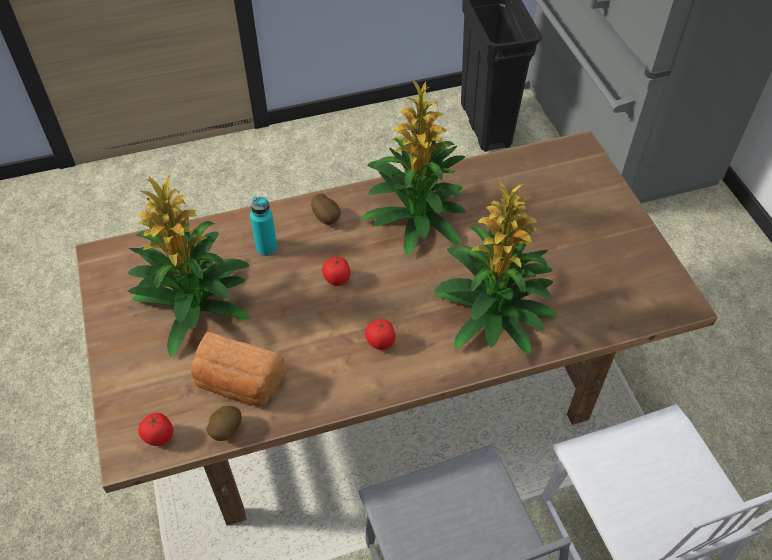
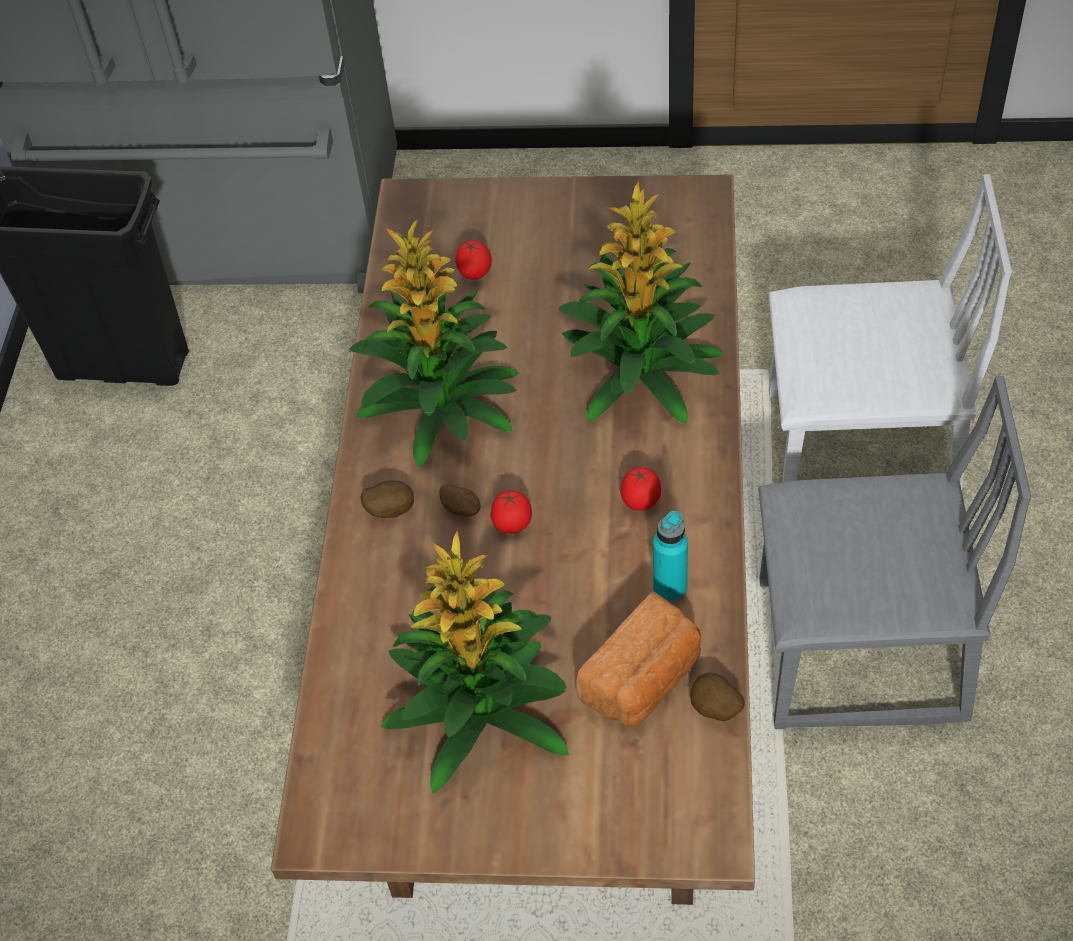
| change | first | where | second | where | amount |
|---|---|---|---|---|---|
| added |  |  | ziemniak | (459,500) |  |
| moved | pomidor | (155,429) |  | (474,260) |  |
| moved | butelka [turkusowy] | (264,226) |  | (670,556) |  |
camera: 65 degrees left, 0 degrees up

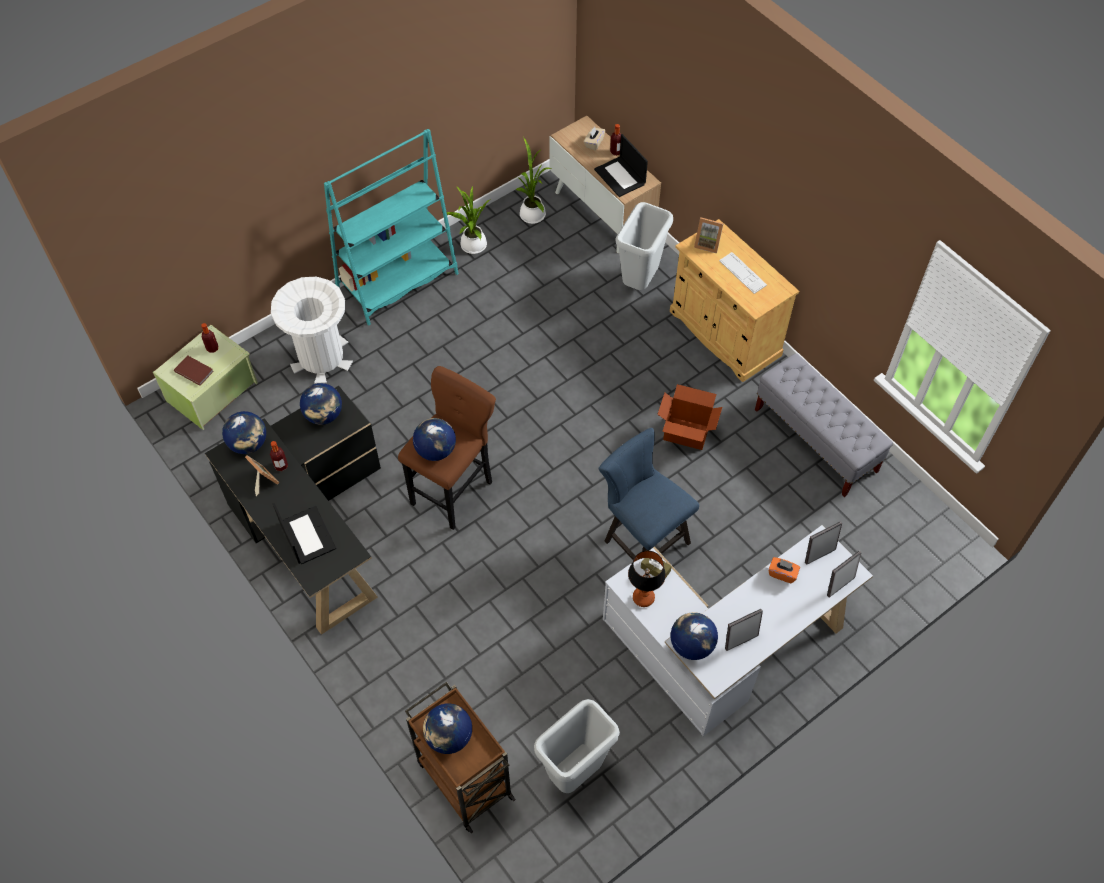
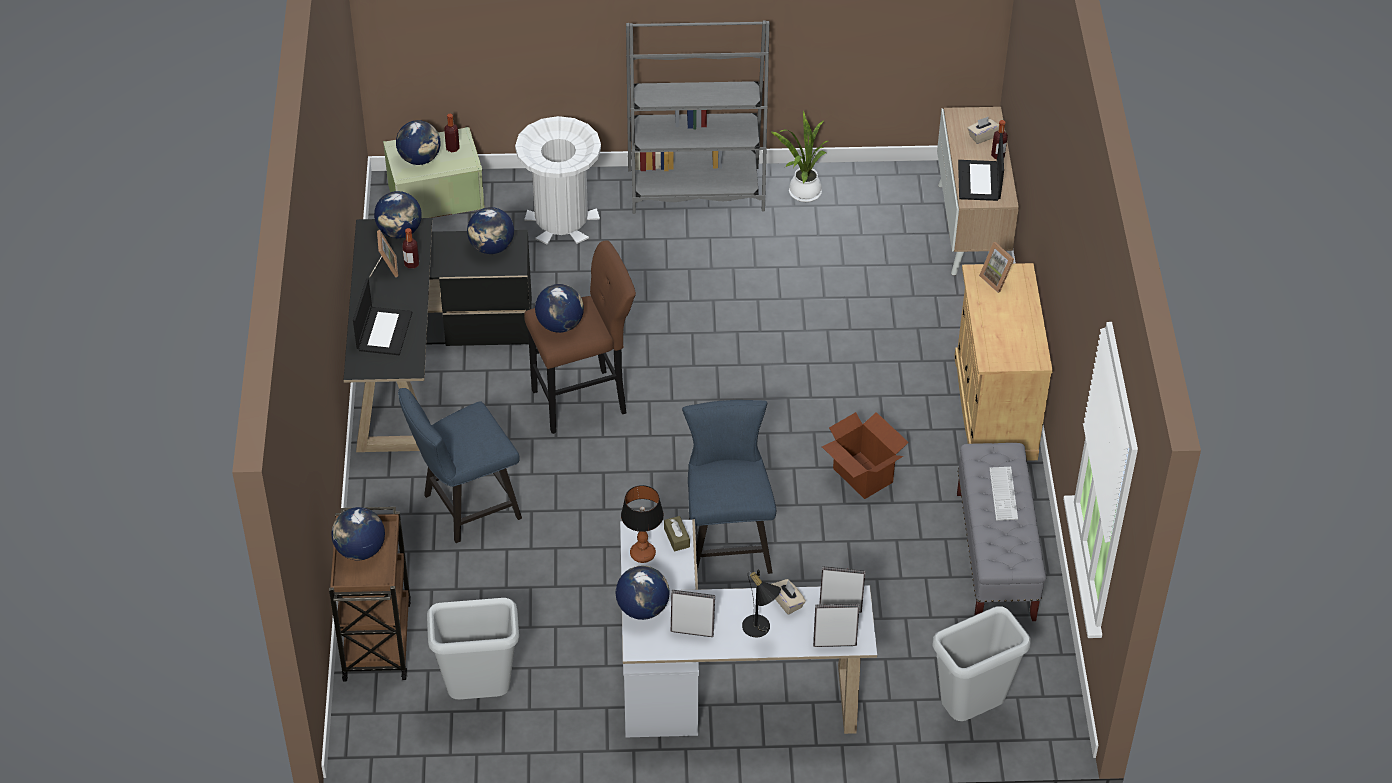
| change | first | where | second | where | amount |
|---|---|---|---|---|---|
| replaced | książka [brązowy] | (194,370) | globus | (418,142) |  |
| added |  |  | krzesło [niebieski] | (460,465) |  |
| recoloured | regał [turkusowy] | (391,227) | regał [szary] | (698,117) |  |
| added |  |  | lampa stołowa [czarny] | (761,603) |  |
| recoloured | pudełko chusteczek [pomarańczowy] | (784,570) | pudełko chusteczek [beżowy] | (789,597) |  |
| moved | kosz na śmieci [szary] | (644,246) |  | (982,663) |  |
| moved | klawiatura | (743,273) |  | (1003,494) |  |
| removed | roślina doniczkowa | (533,181) |  |  |  |
camera: 35 degrees right, 10 degrees down

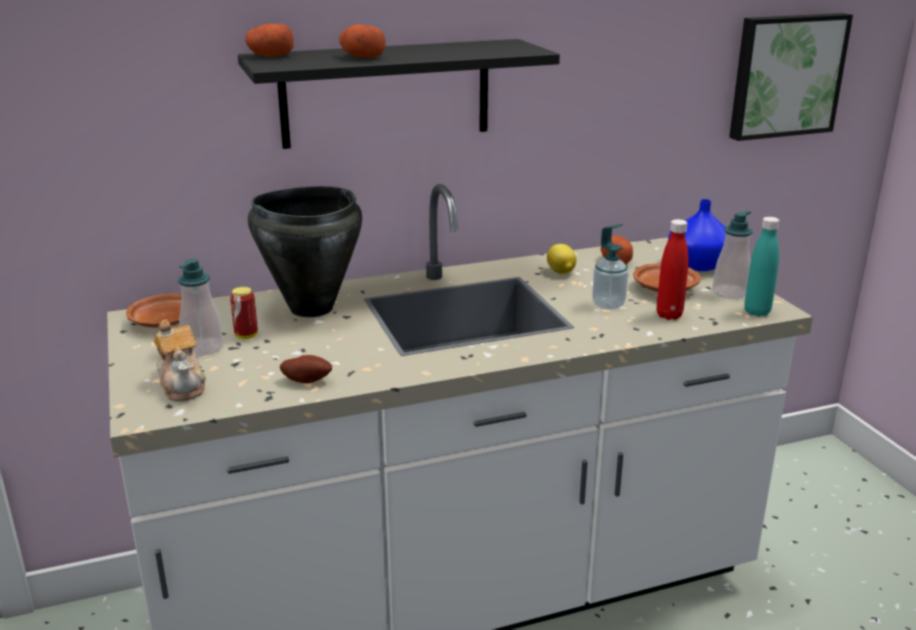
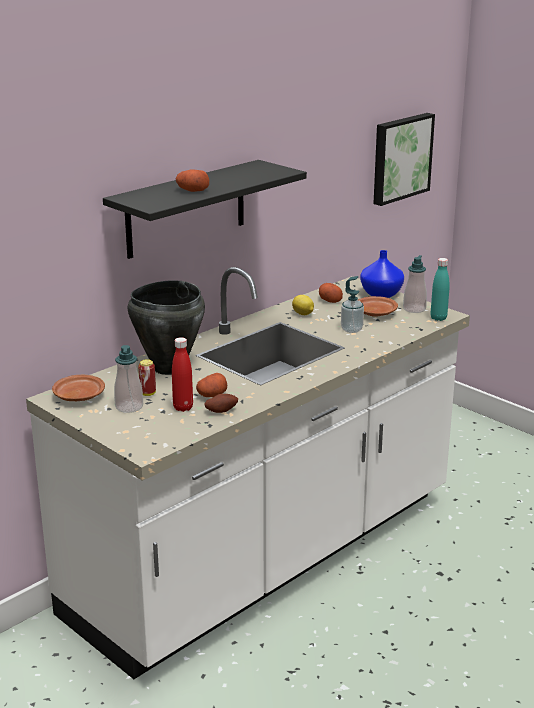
| change | first | where | second | where | amount |
|---|---|---|---|---|---|
| moved | butelka [czerwony] | (672,269) |  | (182,374) |  |
| moved | ziemniak | (269,40) |  | (211,385) |  |
| removed | imbryk | (180,360) |  |  |  |
camera: 25 degrees left, 0 degrees up

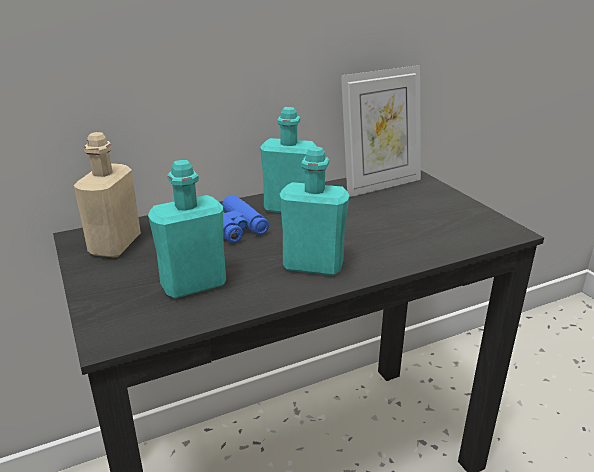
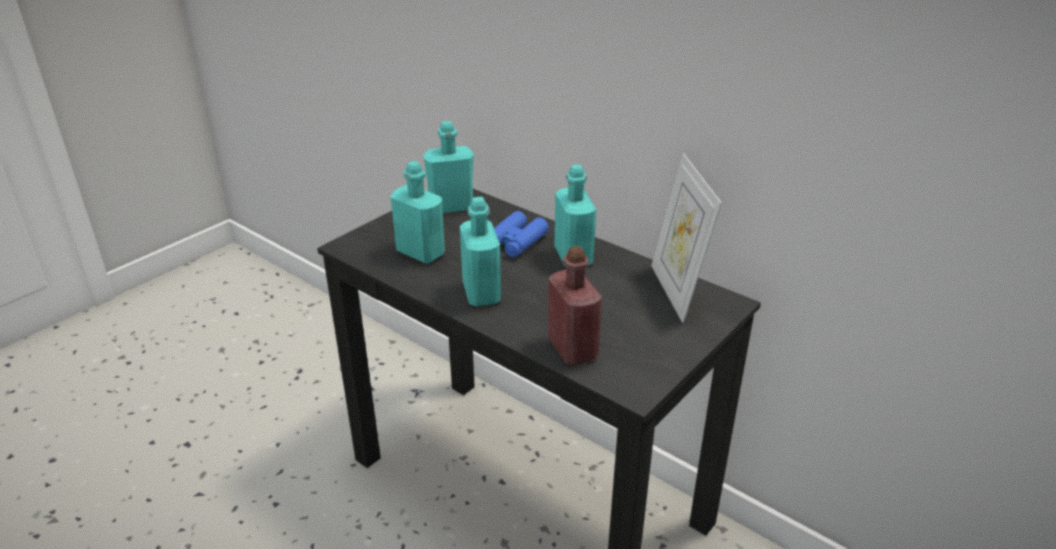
| change | first | where | second | where | amount |
|---|---|---|---|---|---|
| recoloured | butelka [beżowy] | (107,195) | butelka [turkusowy] | (448,167) |  |
| added |  |  | butelka [czerwony] | (575,305) |  |
| turned | ramka na zdjęcie | (381,131) |  | (686,238) | 45 degrees clockwise |
camera: 65 degrees right, 5 degrees up

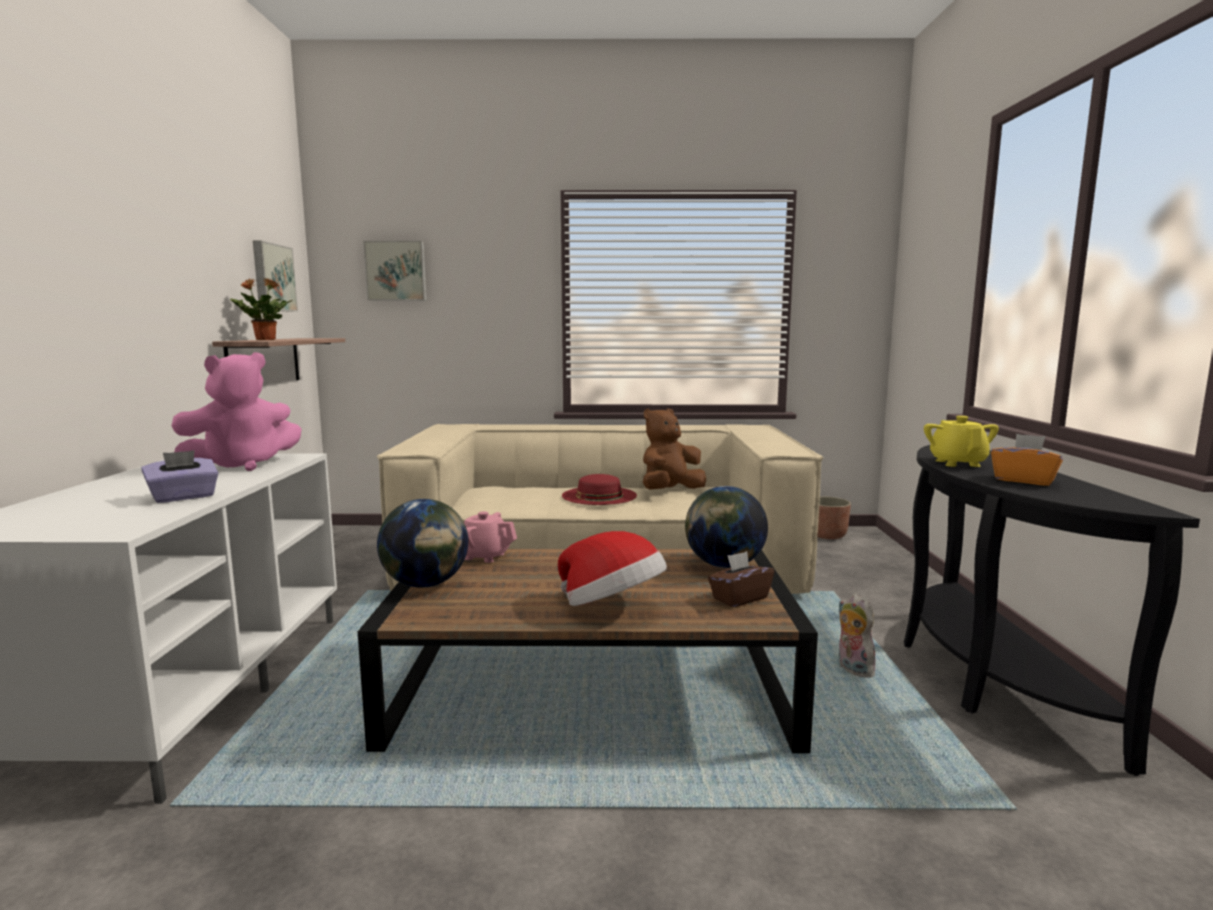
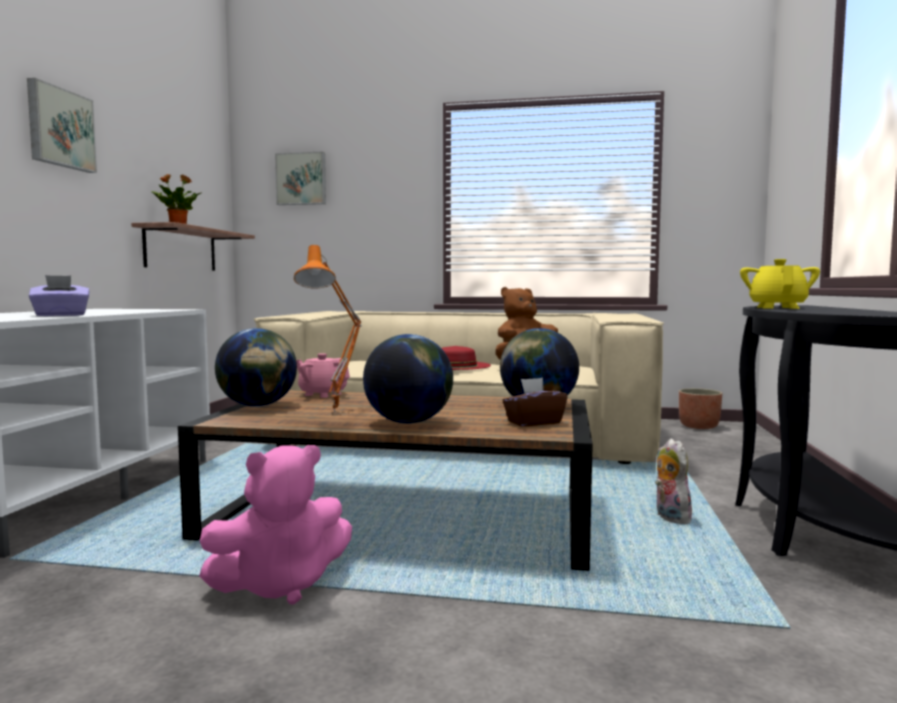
| change | first | where | second | where | amount |
|---|---|---|---|---|---|
| moved | obraz | (275,276) |  | (62,125) |  |
| moved | pluszak [różowy] | (236,411) |  | (275,525) |  |
| added |  |  | lampa stołowa [pomarańczowy] | (328,329) |  |
| replaced | kapelusz | (612,568) | globus | (408,379) |  |
| removed | pudełko chusteczek [pomarańczowy] | (1027,460) |  |  |  |
camera: 10 degrees right, 5 degrees down

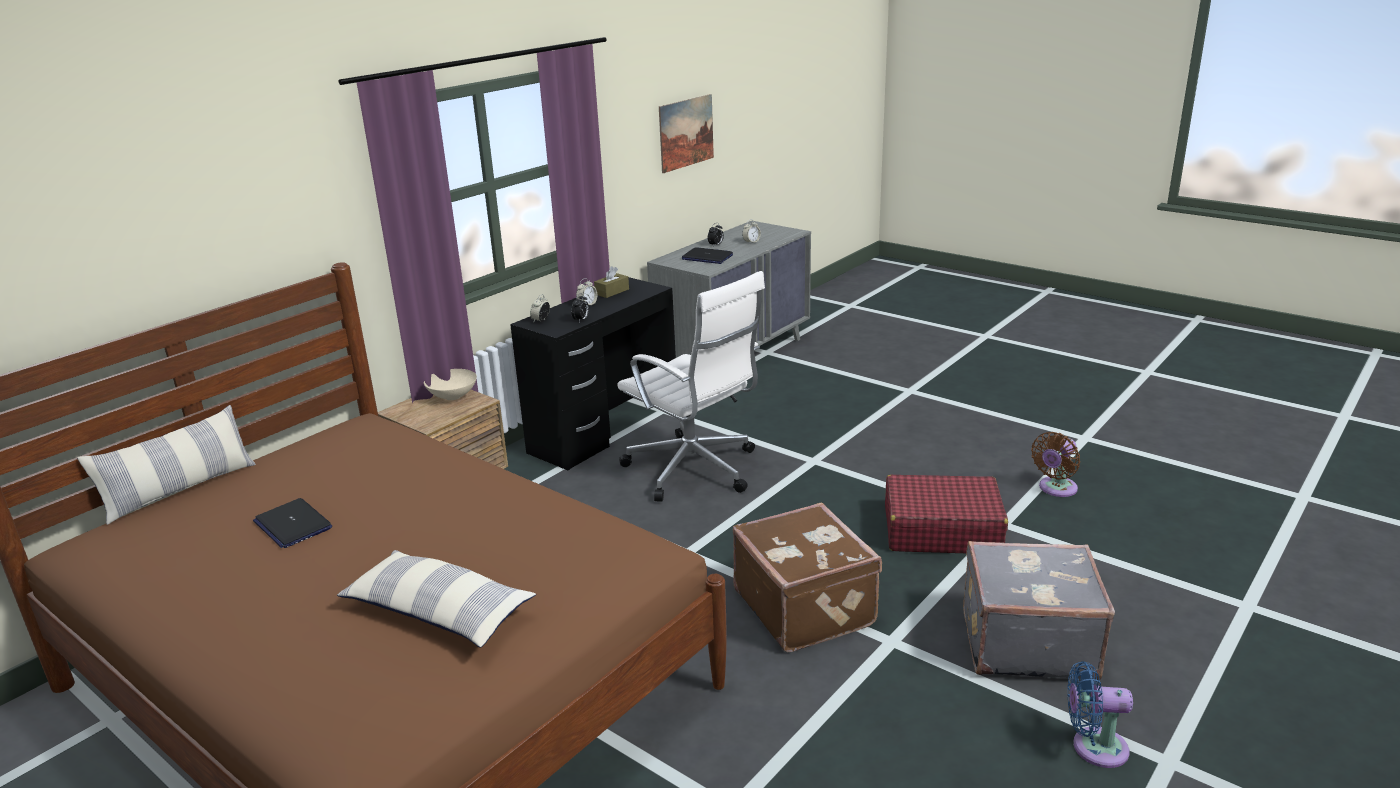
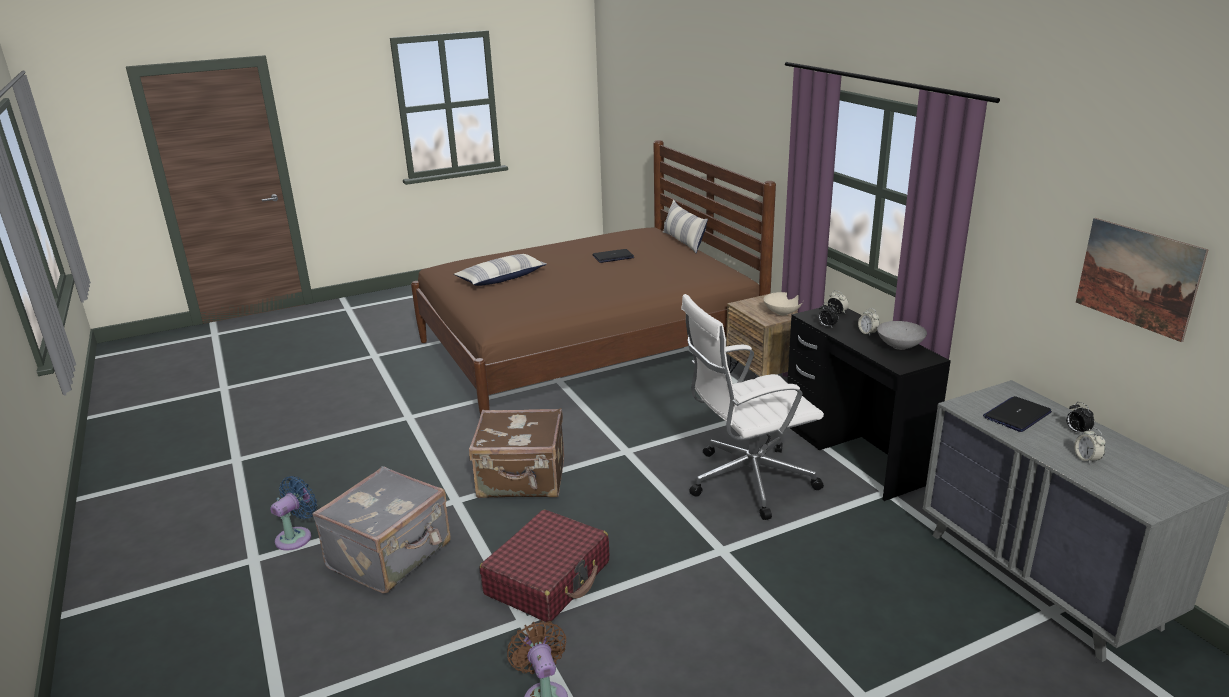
| change | first | where | second | where | amount |
|---|---|---|---|---|---|
| replaced | pudełko chusteczek [brązowy] | (611,282) | miska [szary] | (902,335) |  |
camera: 115 degrees right, 0 degrees up

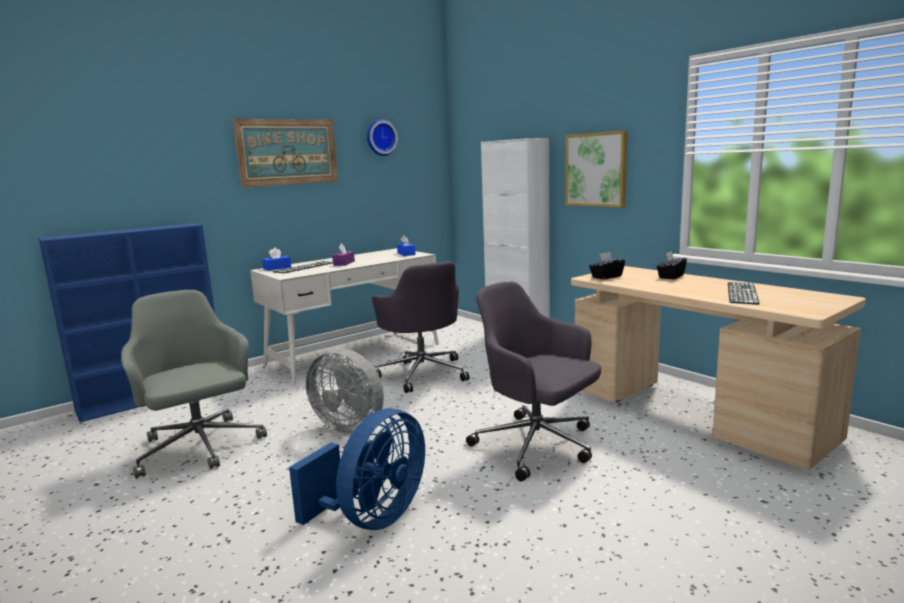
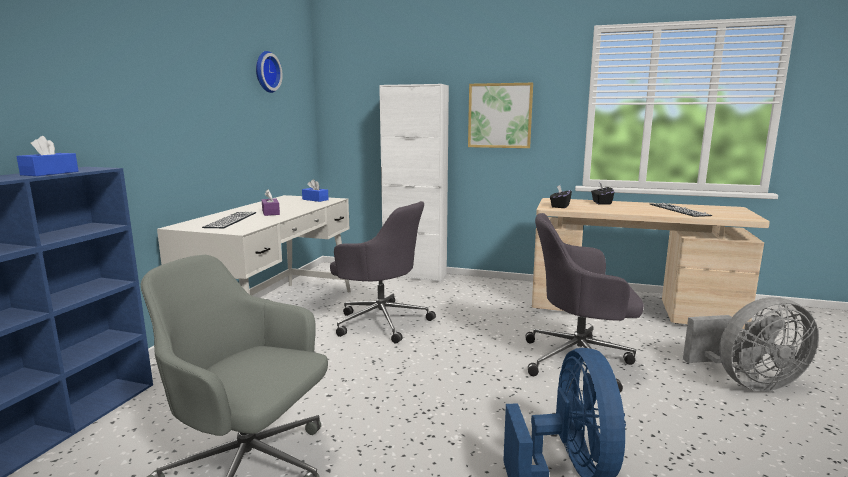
| change | first | where | second | where | amount |
|---|---|---|---|---|---|
| moved | pudełko chusteczek [niebieski] | (276,259) |  | (47,156) |  |
| moved | wentylator [szary] | (345,391) |  | (751,344) |  |
| removed | obraz | (285,153) |  |  |  |
camera: 35 degrees left, 0 degrees up

